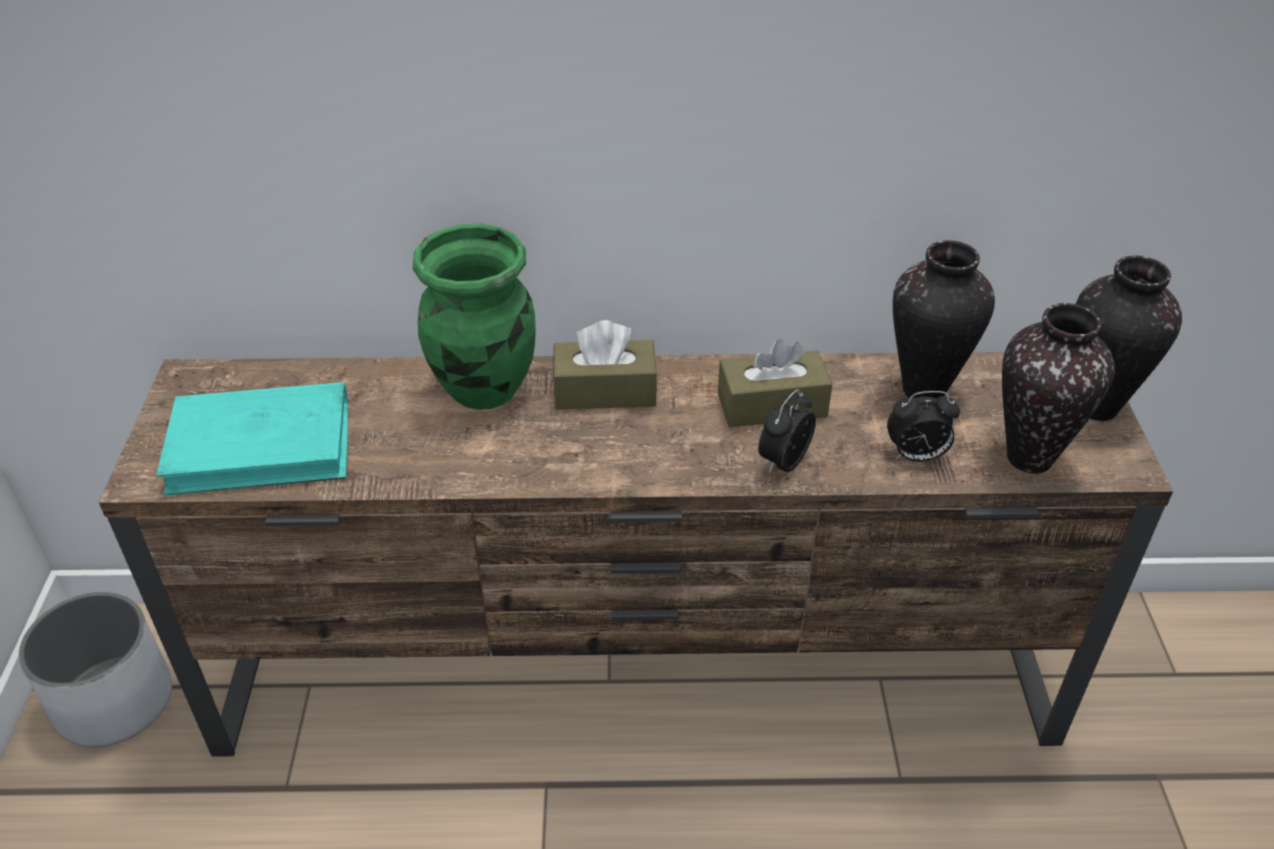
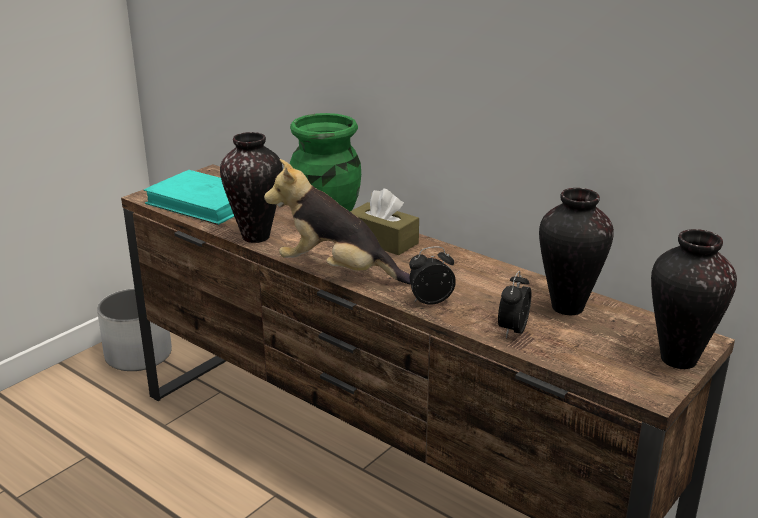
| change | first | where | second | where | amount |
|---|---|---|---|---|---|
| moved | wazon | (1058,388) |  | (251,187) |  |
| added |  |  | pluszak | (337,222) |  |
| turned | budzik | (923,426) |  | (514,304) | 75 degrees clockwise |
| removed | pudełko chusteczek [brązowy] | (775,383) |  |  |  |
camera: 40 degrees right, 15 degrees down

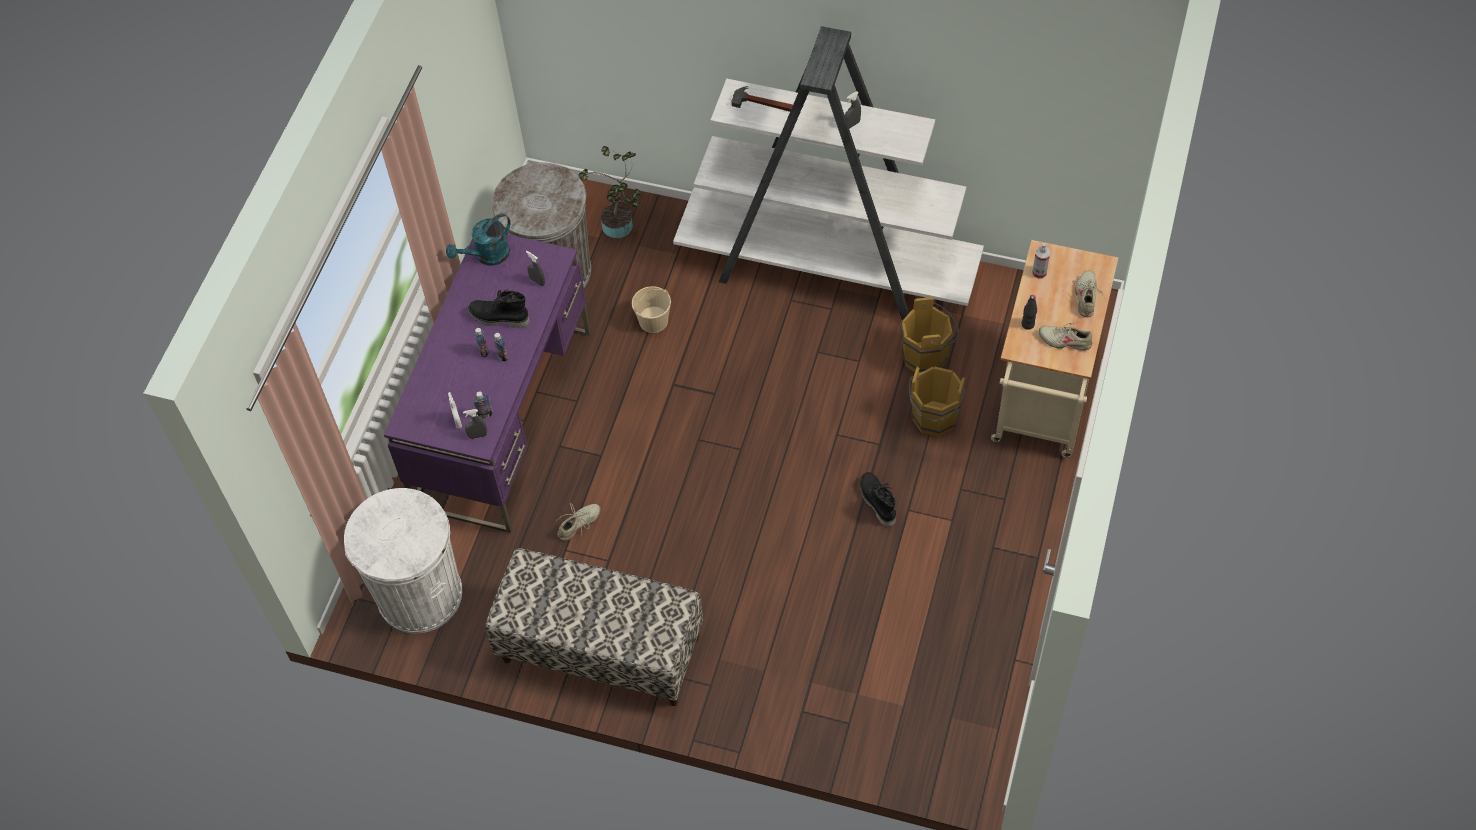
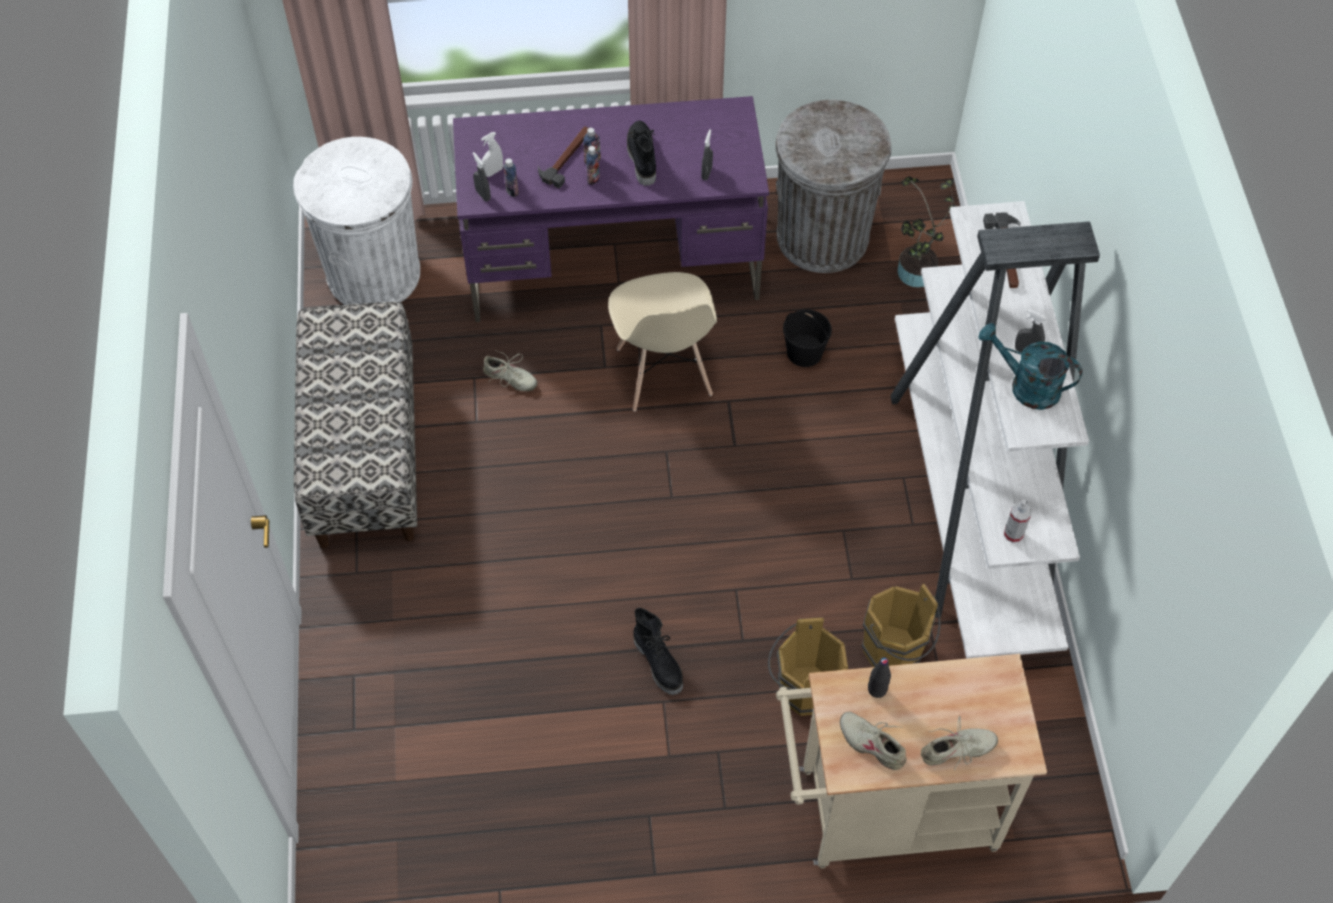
| change | first | where | second | where | amount |
|---|---|---|---|---|---|
| added |  |  | młotek | (563,157) |  |
| added |  |  | krzesło [beżowy] | (662,341) |  |
| turned | but z cholewką [czarny] | (878,499) |  | (658,651) | 105 degrees clockwise |
| recoloured | wiadro [beżowy] | (651,309) | wiadro [czarny] | (807,338) |  |
| turned | but [beżowy] | (1066,336) |  | (873,741) | 45 degrees counterclockwise |
| moved | konewka [turkusowy] | (478,239) |  | (1030,366) |  |
| moved | spryskiwacz | (1041,261) |  | (1017,521) |  |
camera: 65 degrees right, 0 degrees up

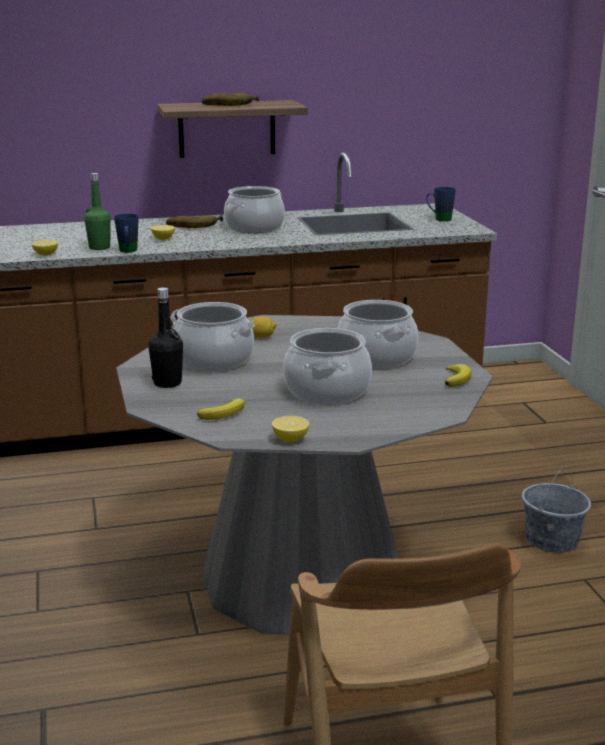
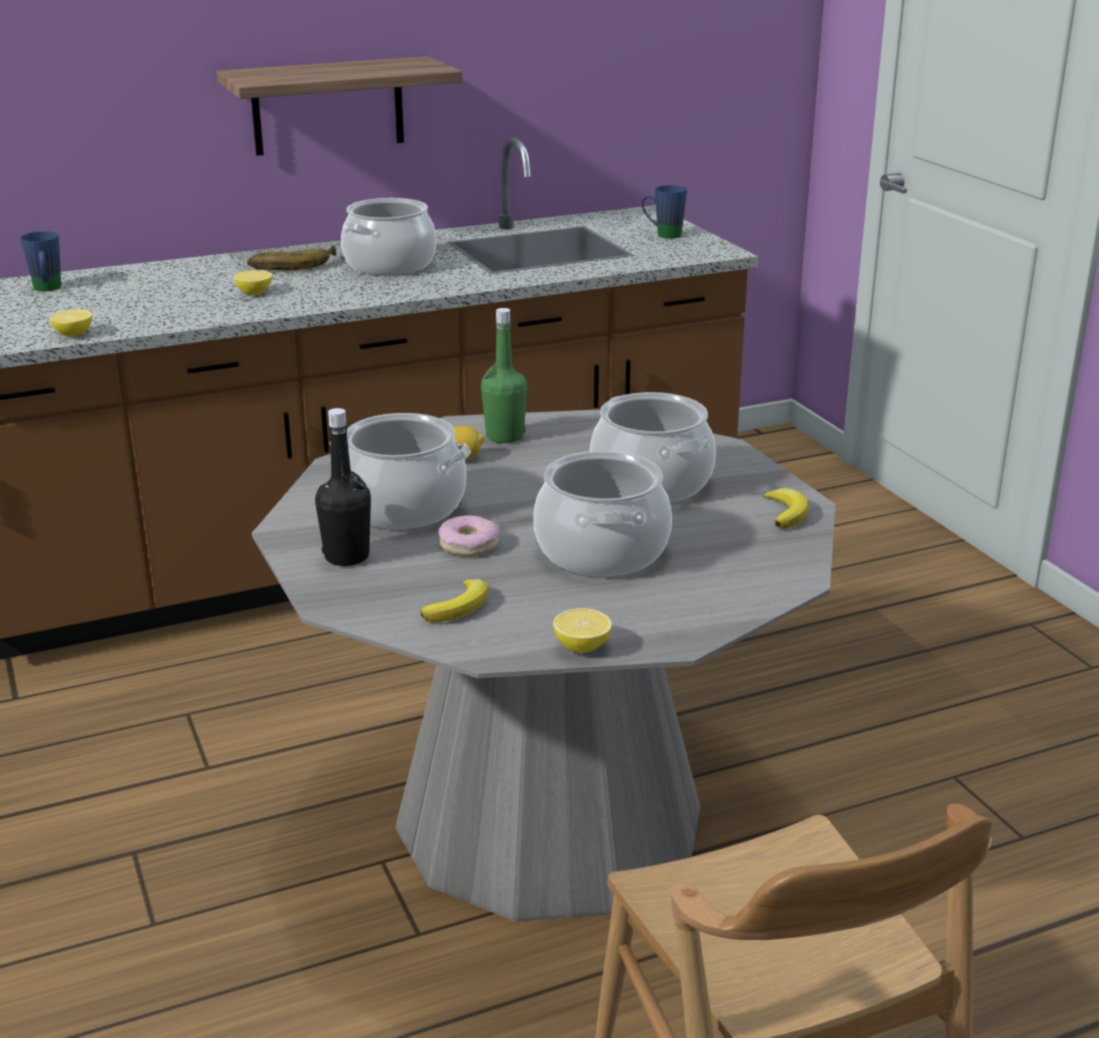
| change | first | where | second | where | amount |
|---|---|---|---|---|---|
| moved | kubek [niebieski] | (126,233) |  | (40,261) |  |
| added |  |  | donut | (469,535) |  |
| moved | butelka [zielony] | (97,211) |  | (504,375) |  |
| removed | banan | (230,99) |  |  |  |
| removed | wiadro [szary] | (556,510) |  |  |  |
camera: 10 degrees left, 5 degrees up

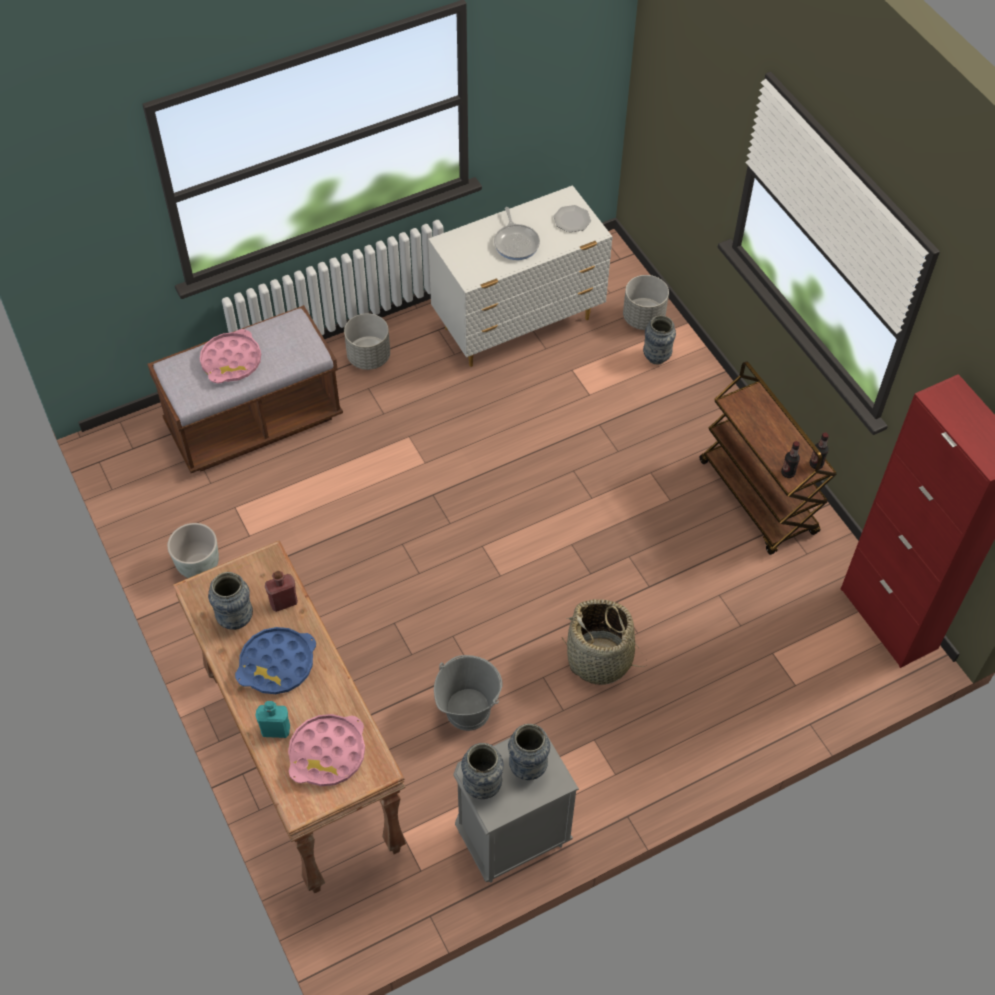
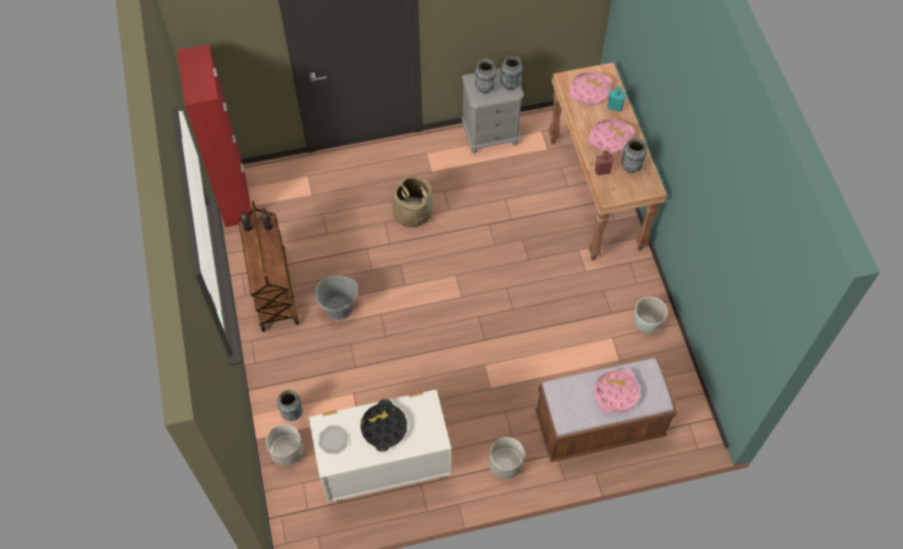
| change | first | where | second | where | amount |
|---|---|---|---|---|---|
| moved | wiadro [szary] | (468,693) |  | (336,297) |  |
| replaced | patelnia | (517,233) | taca [czarny] | (384,425) |  |
| recoloured | taca [niebieski] | (275,660) | taca [różowy] | (611,136) |  |
camera: 165 degrees left, 5 degrees up

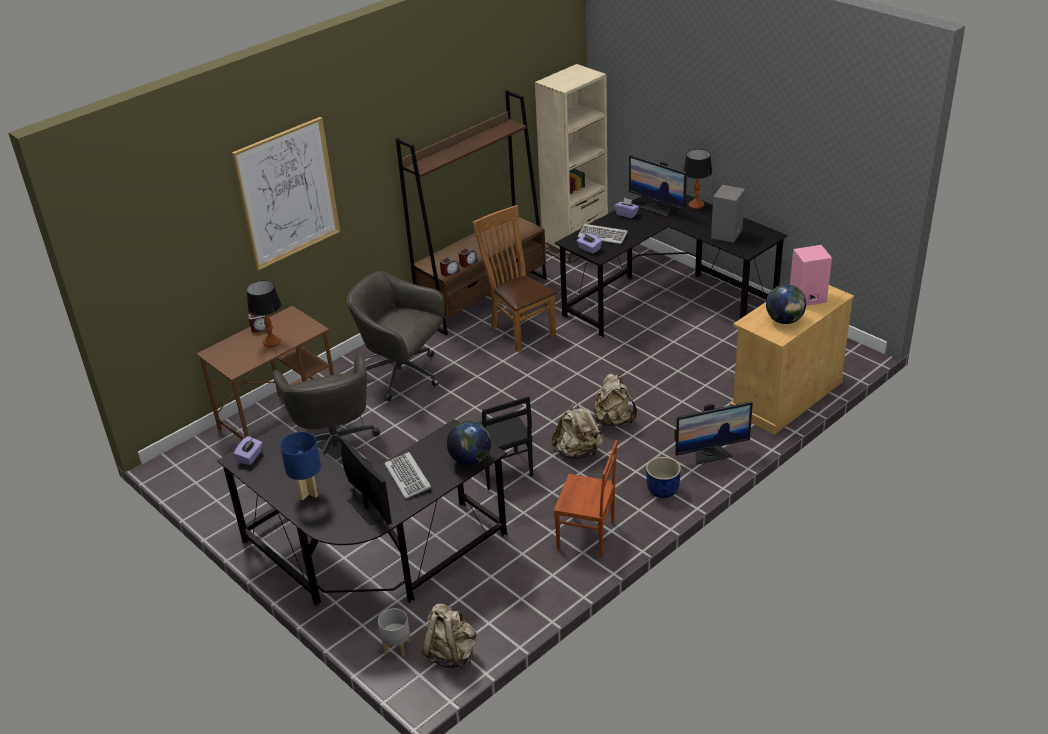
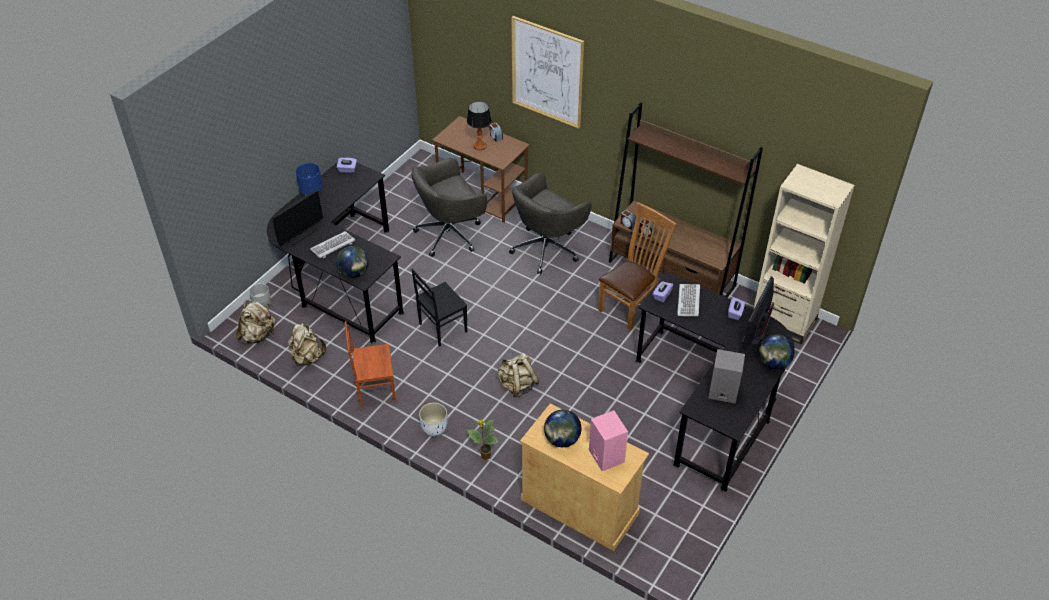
| change | first | where | second | where | amount |
|---|---|---|---|---|---|
| moved | plecak [beżowy] | (577,430) |  | (307,344) |  |
| turned | krzesło [brązowy] | (586,499) |  | (370,364) | 75 degrees clockwise |
| recoloured | donica [niebieski] | (663,477) | donica [biały] | (433,419) |  |
| replaced | monitor | (713,433) | roślina doniczkowa | (483,439) |  |
| turned | krzesło biurowe [szary] | (396,336) |  | (550,223) | 150 degrees counterclockwise |
| replaced | lampa stołowa | (697,179) | globus | (776,351) |  |
camera: 75 degrees right, 10 degrees up

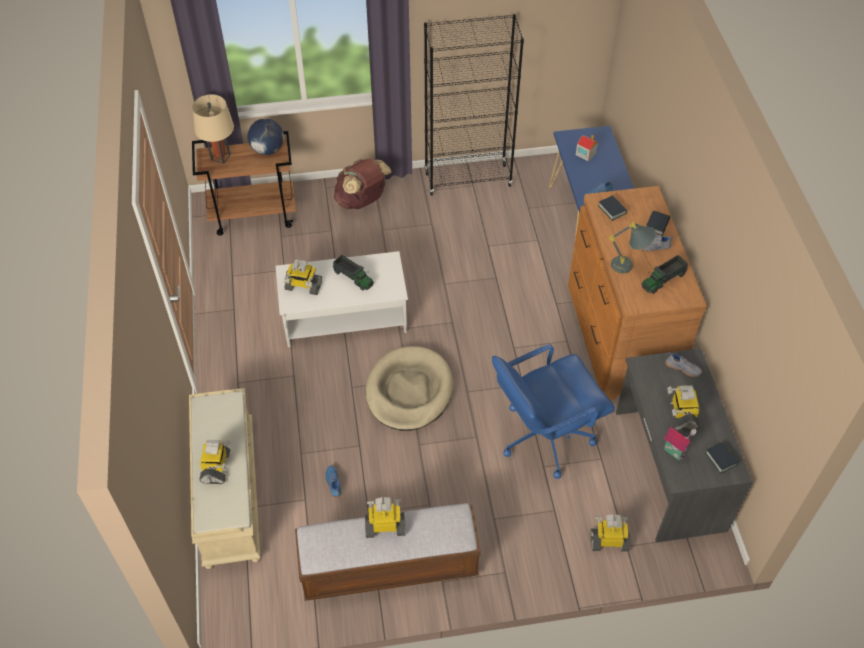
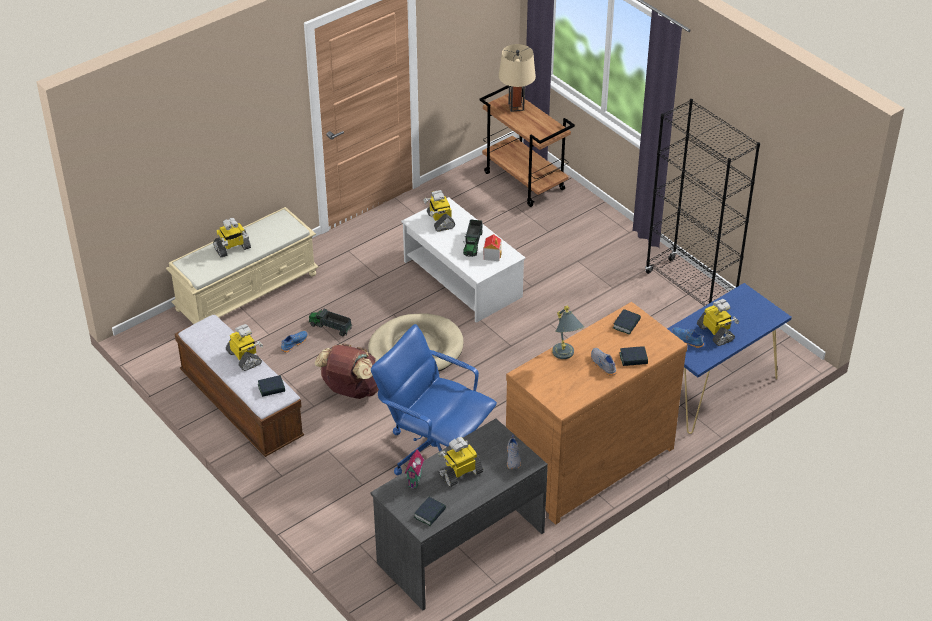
| change | first | where | second | where | amount |
|---|---|---|---|---|---|
| added |  |  | książka | (271,386) |  |
| moved | ciężarówka zabawkowa | (664,274) |  | (330,322) |  |
| moved | plecak [brązowy] | (362,183) |  | (347,371) |  |
| moved | domek | (587,148) |  | (492,247) |  |
| moved | robot zabawkowy | (610,533) |  | (718,322) |  |
| removed | globus | (266,137) |  |  |  |
camera: 60 degrees right, 10 degrees down

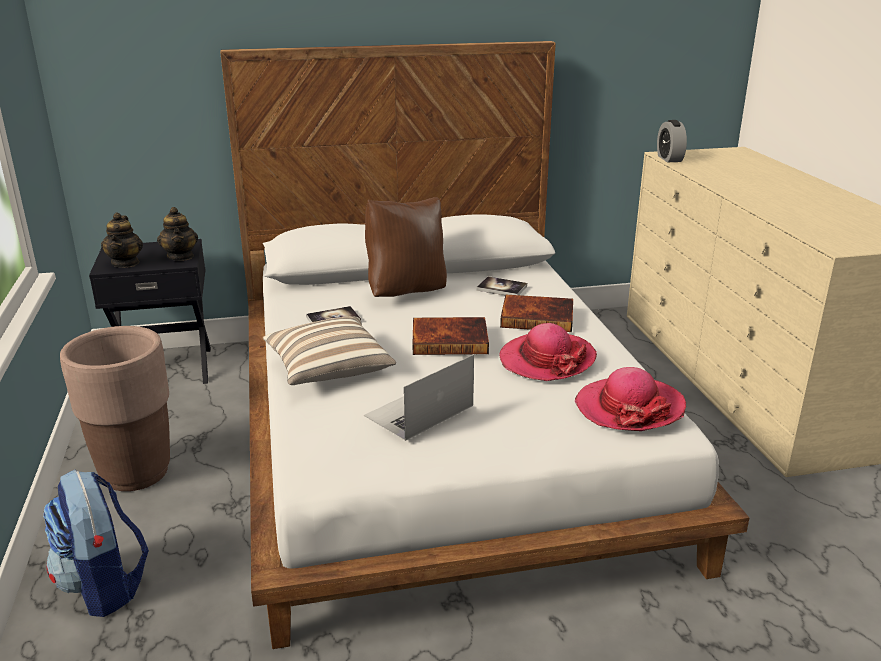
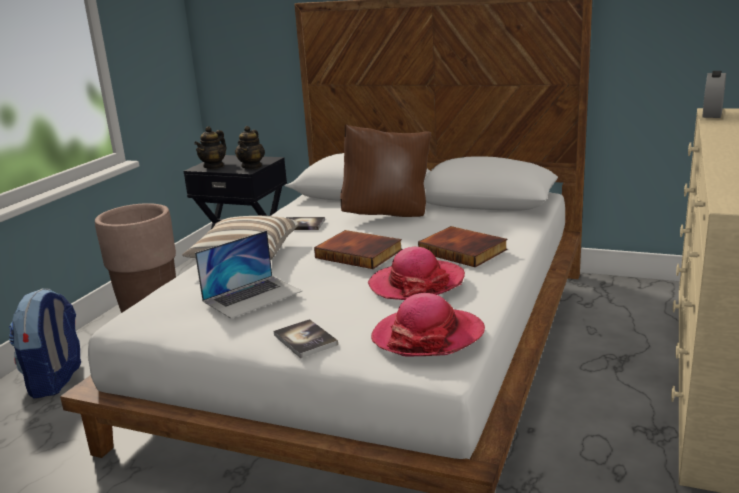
| change | first | where | second | where | amount |
|---|---|---|---|---|---|
| turned | laptop | (419,398) |  | (248,274) | 150 degrees clockwise |
| moved | książka | (501,285) |  | (306,338) |  |
camera: 35 degrees right, 5 degrees down

